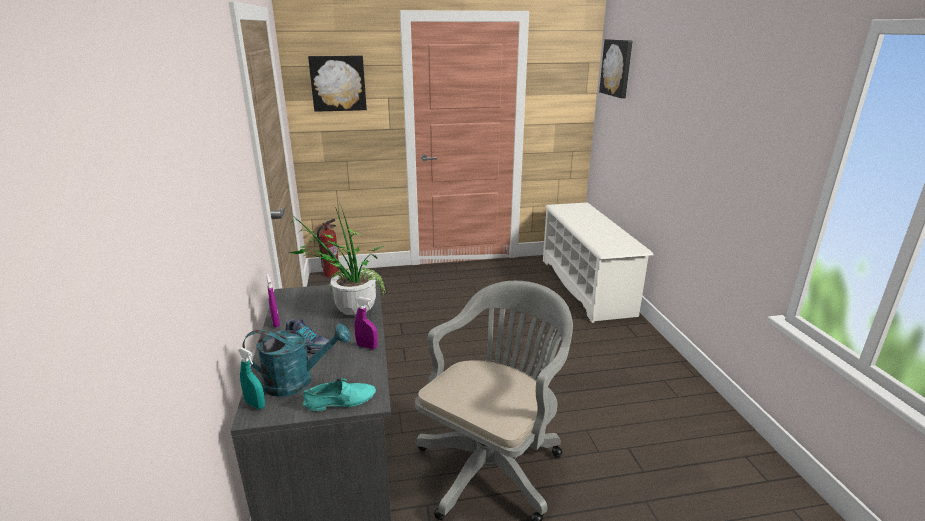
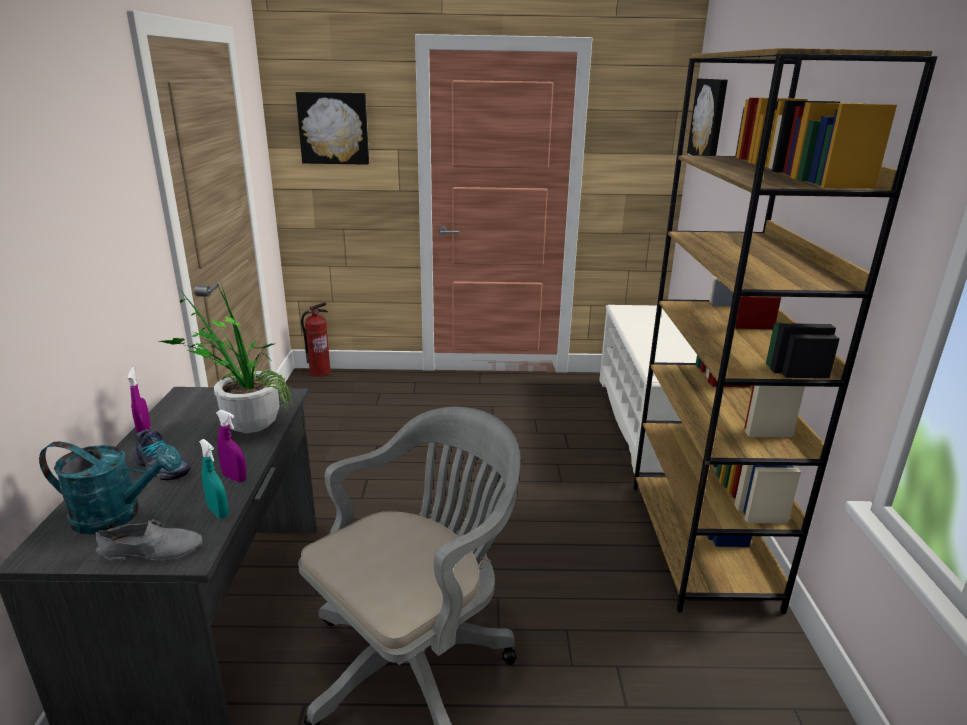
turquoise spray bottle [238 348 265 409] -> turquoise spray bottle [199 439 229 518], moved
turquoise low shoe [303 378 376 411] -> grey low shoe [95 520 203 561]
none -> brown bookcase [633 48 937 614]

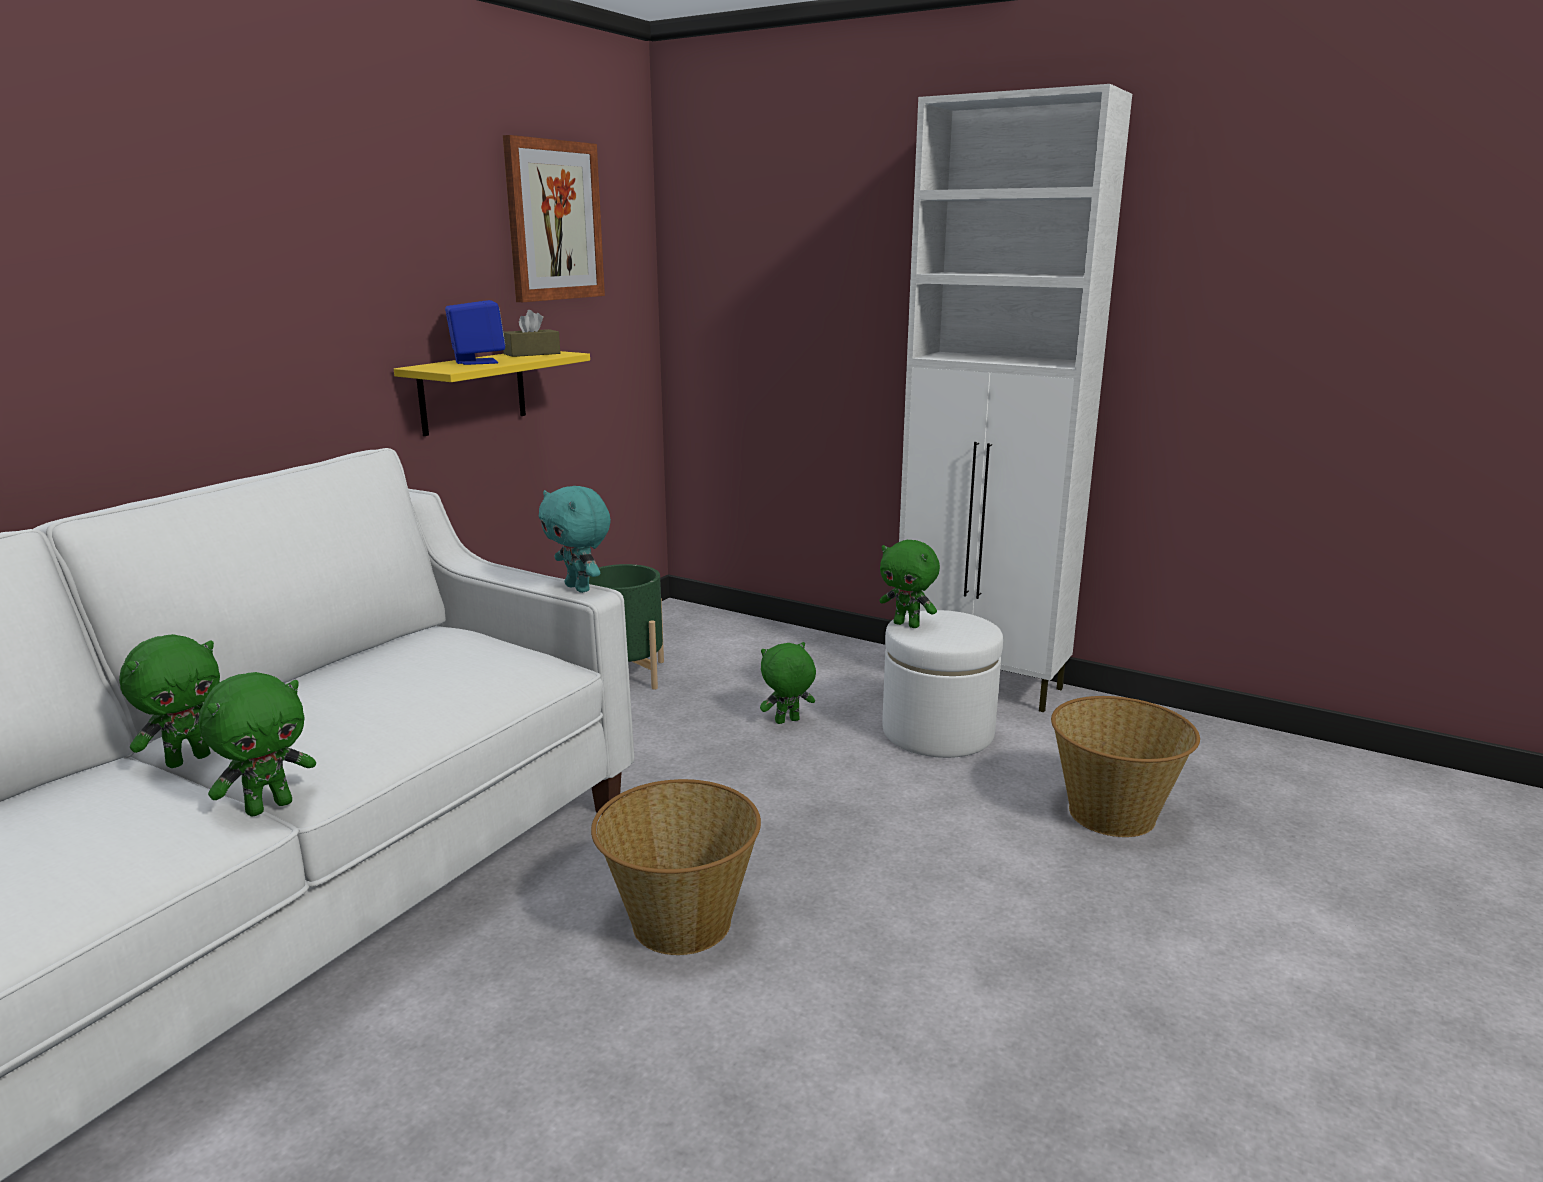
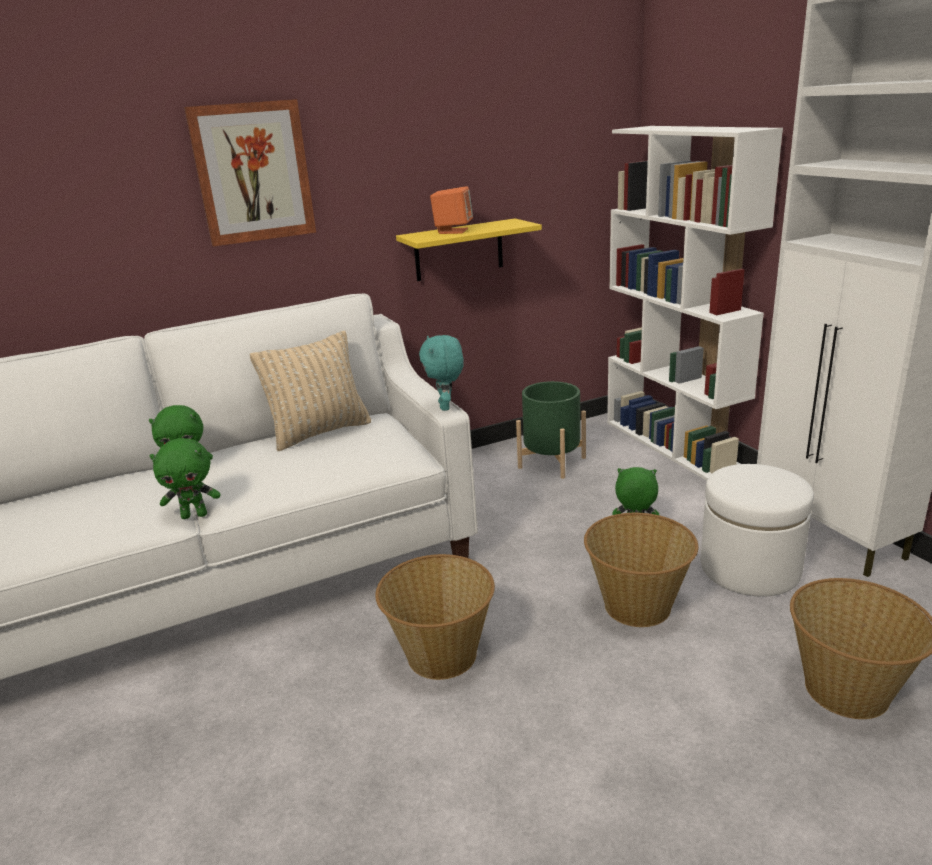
wall picture [503 135 605 302] -> wall picture [184 99 316 247], moved
blue loudspeaker [445 300 506 365] -> orange loudspeaker [430 186 473 234]
brown box of tissues [503 310 560 357] -> none
greenish soft toy [879 540 940 628] -> none
none -> white-coloured bookcase [607 126 783 481]
none -> sand-coloured throw pillow [250 331 371 451]
none -> storage basket [584 513 698 627]

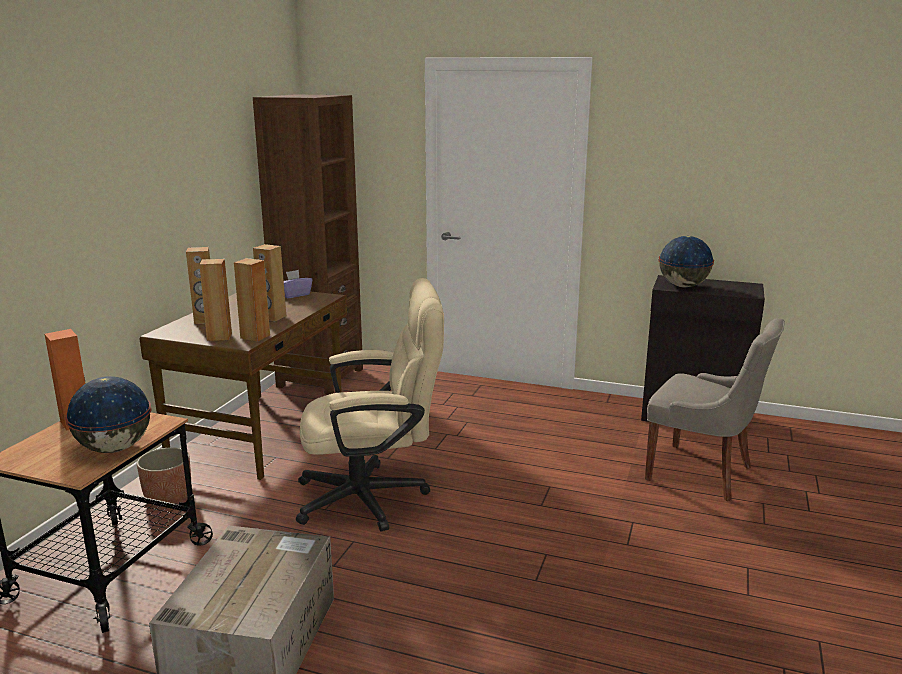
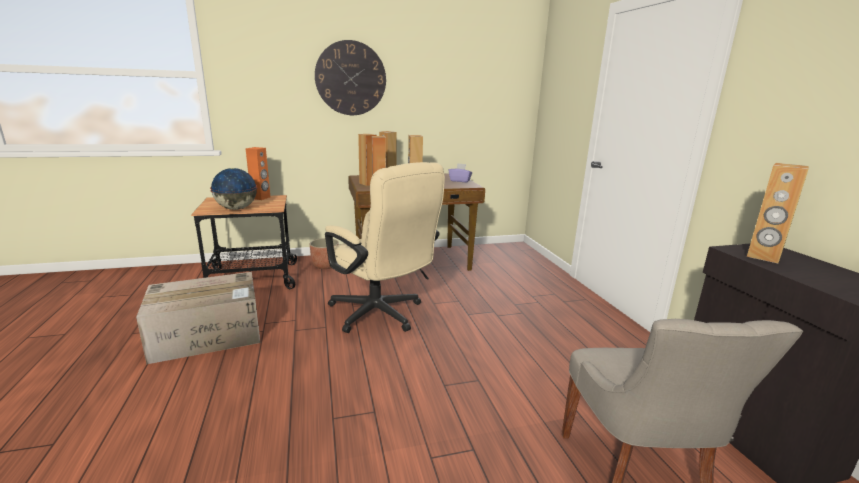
brown bookcase [253 94 363 395] -> none
world globe [658 236 714 288] -> brown loudspeaker [747 163 809 263]
none -> wall clock [315 40 386 115]

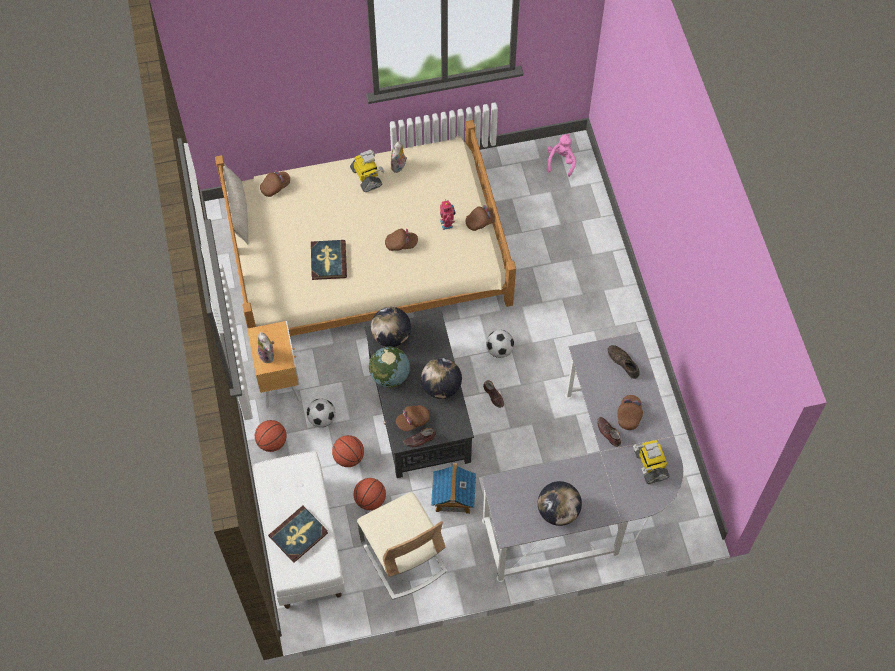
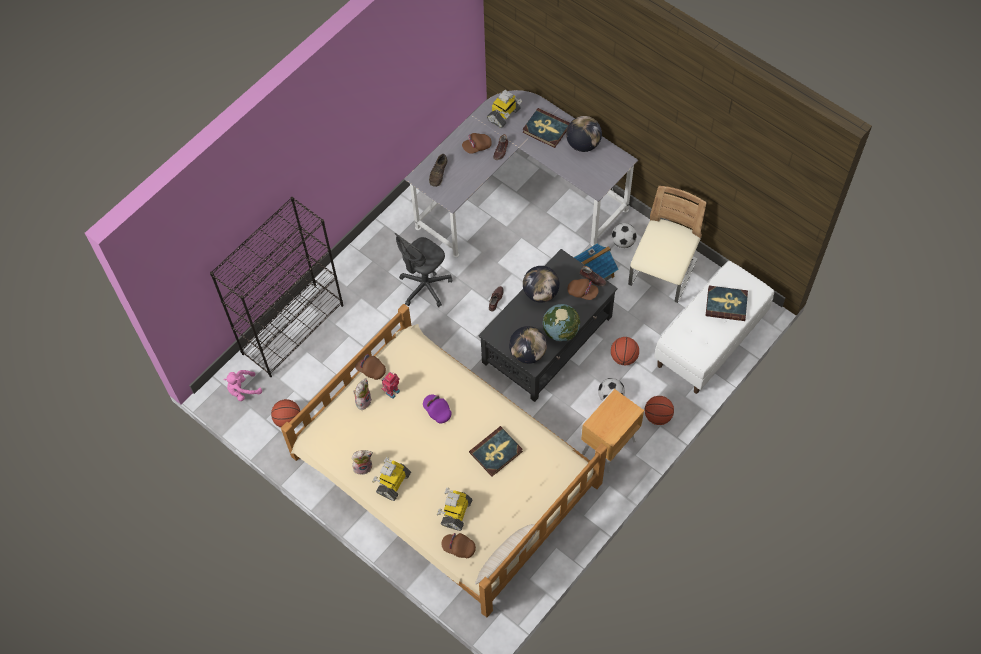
brown cap [385 229 418 251] -> purple-coloured cap [423 395 451 423]
football [486 330 514 358] -> football [612 223 637 248], moved
soft toy [257 332 274 363] -> soft toy [353 378 372 410], moved
ball for basketball [353 478 386 510] -> ball for basketball [271 399 300 428], moved
none -> bound book [522 108 570 148]
none -> blackish bookcase [210 197 343 377]
none -> grey computer chair [395 233 452 307]
none -> toy robot [437 488 473 531]

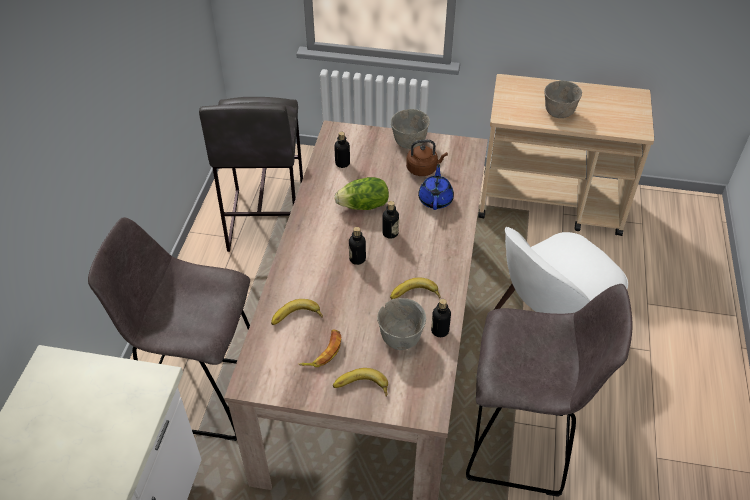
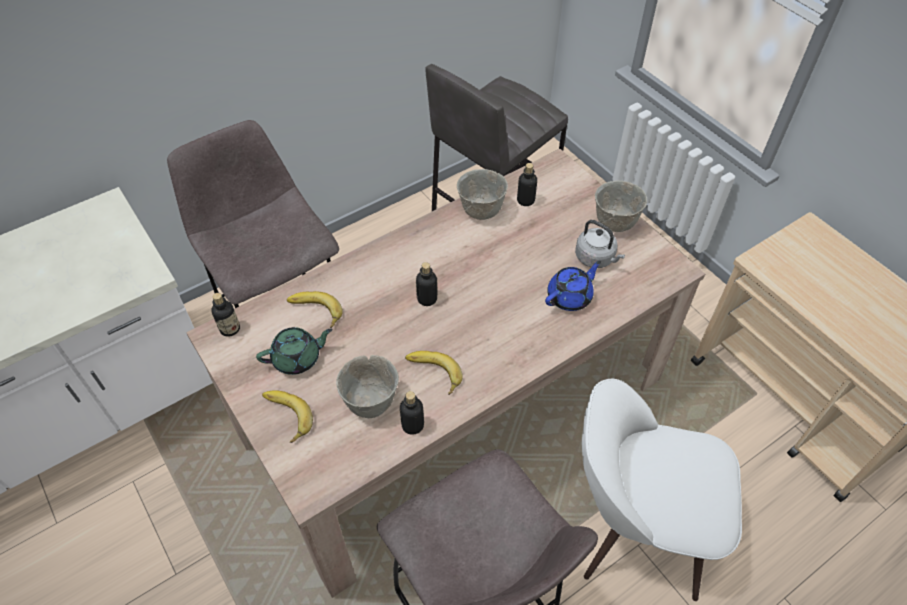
grey bowl [544 80 582 118] -> grey bowl [457 169 508 220], moved
brown tea kettle [406 140 448 176] -> grey tea kettle [575 220 625 268]
head of lettuce [335 177 389 210] -> none
drink bottle [382 201 399 239] -> drink bottle [211 293 240 337], moved
banana fruit [298 329 341 367] -> greenish tea pot [256 327 333 375]

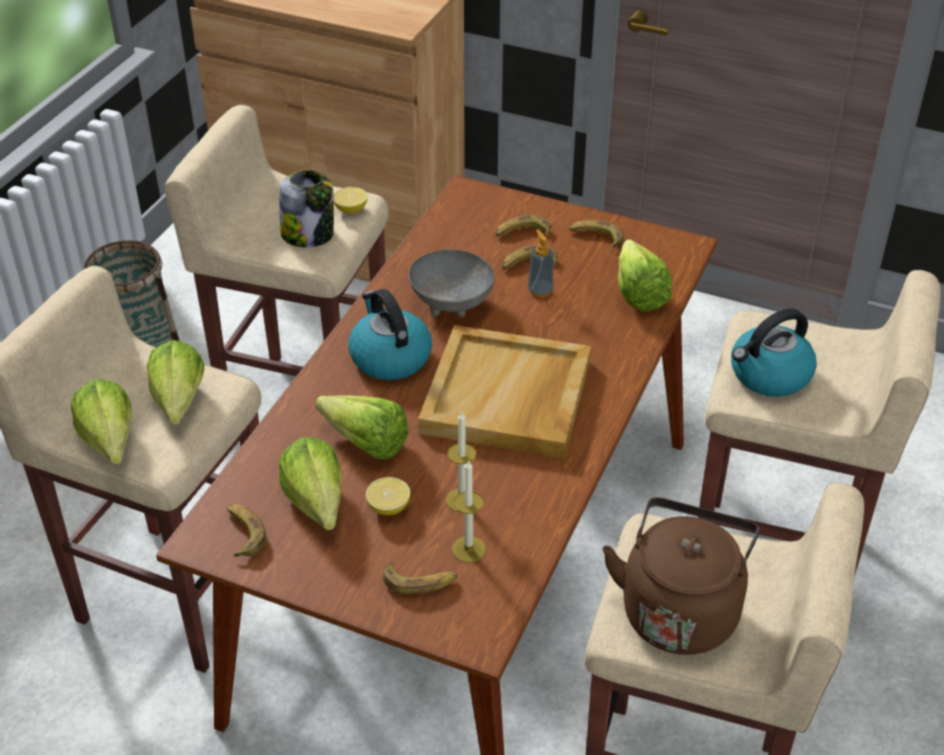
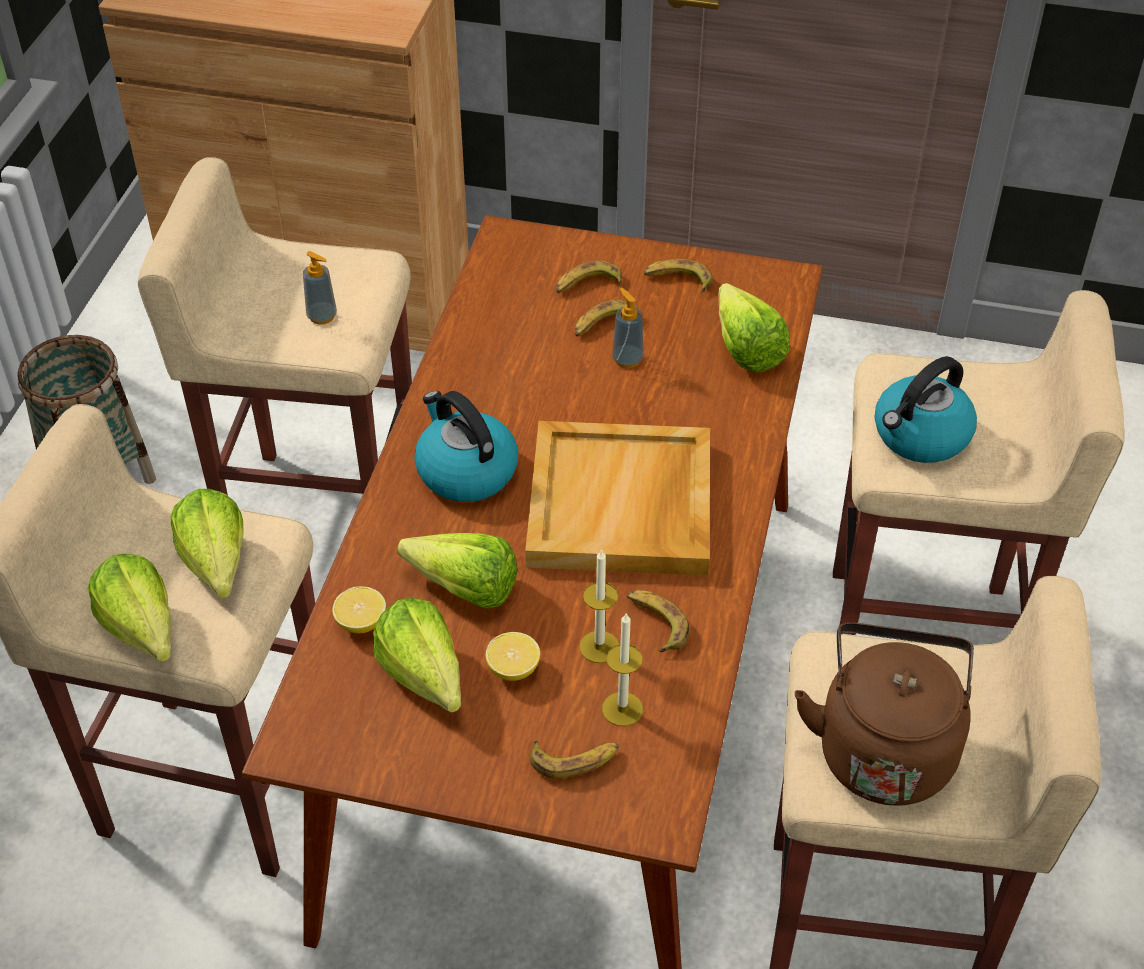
jar [279 170 334 248] -> liquid soap bottle [303 251 337 325]
whole lemon [334 187 368 214] -> whole lemon [332 586 386 633], moved
grey bowl [408 249 495 317] -> none
banana fruit [226 504 266 557] -> banana fruit [627 590 690 652], moved

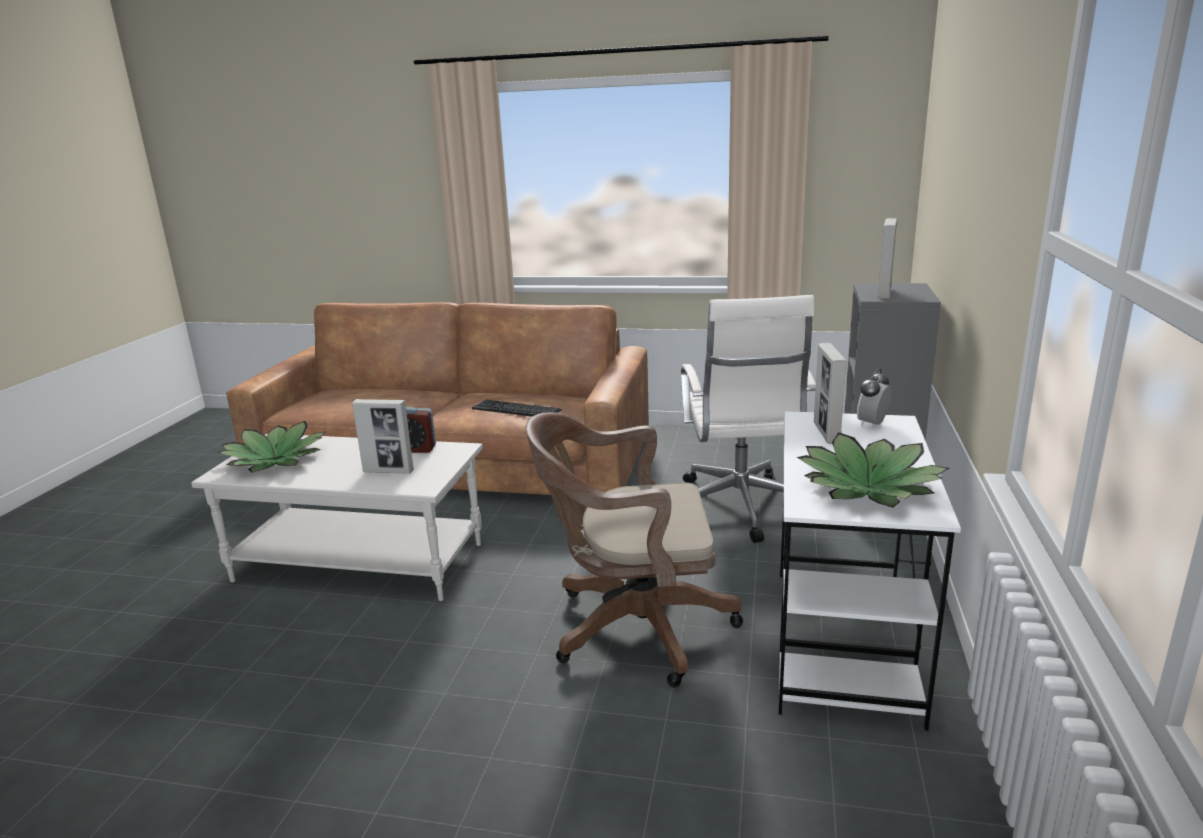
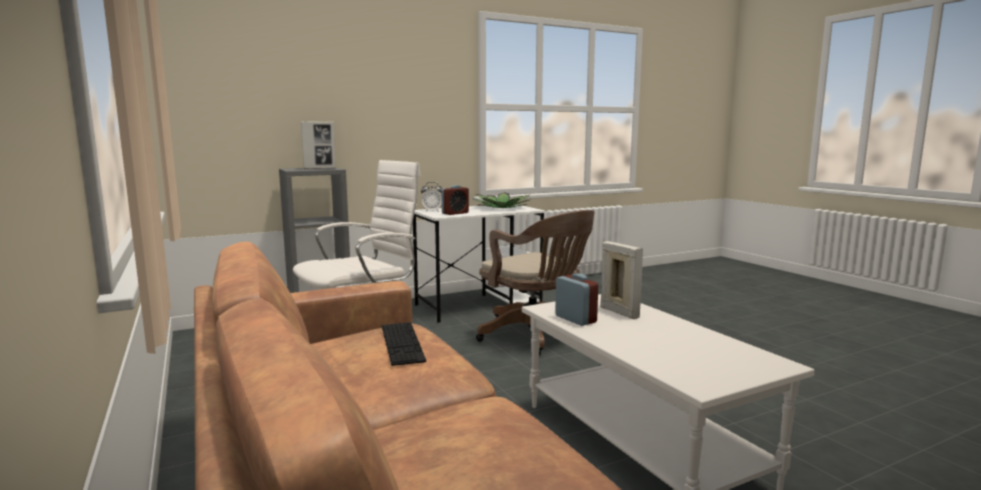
picture frame [814 343 847 444] -> bedside clock [441 185 469 215]
houseplant [217 421 327 473] -> none

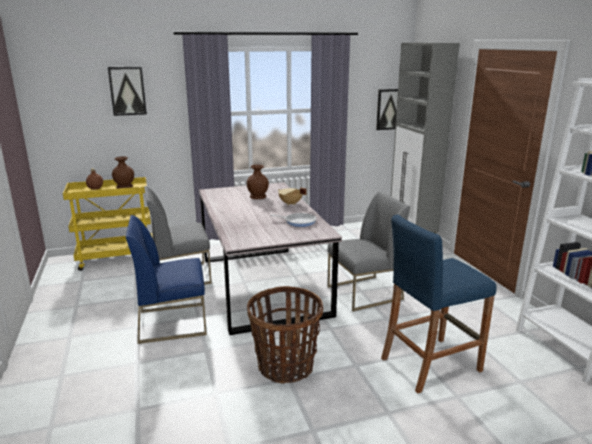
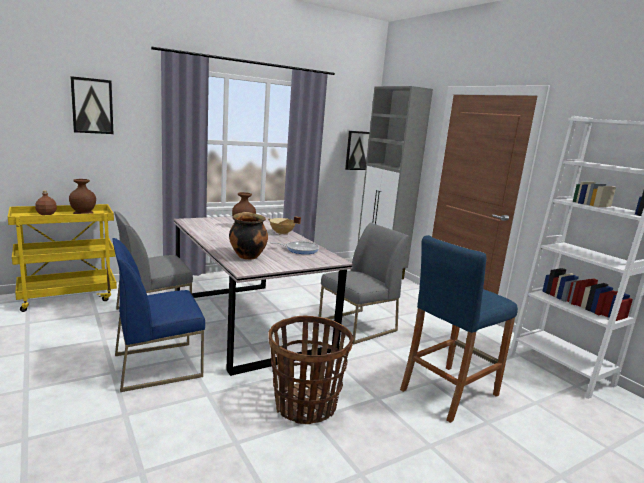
none -> stockpot [229 212 268 260]

